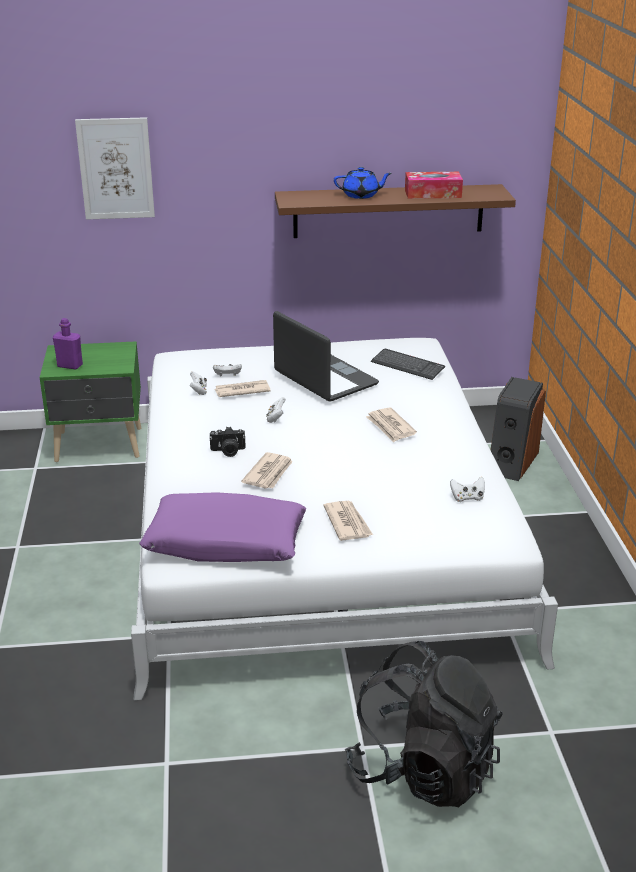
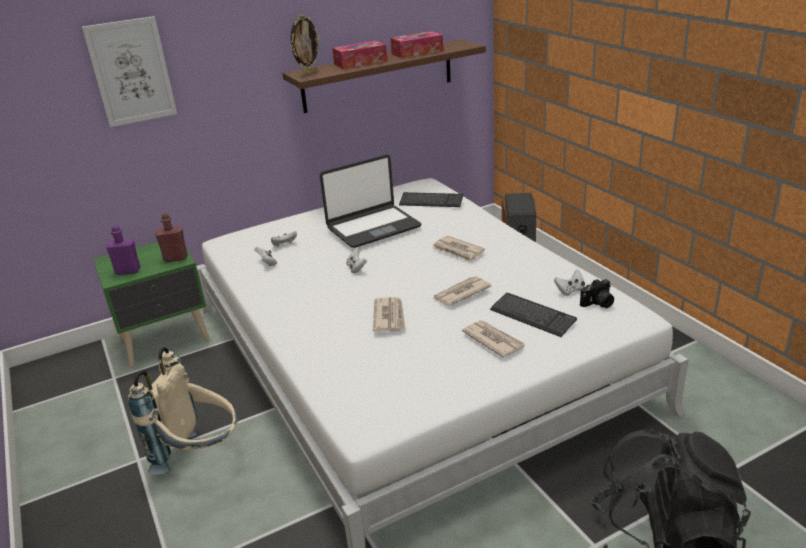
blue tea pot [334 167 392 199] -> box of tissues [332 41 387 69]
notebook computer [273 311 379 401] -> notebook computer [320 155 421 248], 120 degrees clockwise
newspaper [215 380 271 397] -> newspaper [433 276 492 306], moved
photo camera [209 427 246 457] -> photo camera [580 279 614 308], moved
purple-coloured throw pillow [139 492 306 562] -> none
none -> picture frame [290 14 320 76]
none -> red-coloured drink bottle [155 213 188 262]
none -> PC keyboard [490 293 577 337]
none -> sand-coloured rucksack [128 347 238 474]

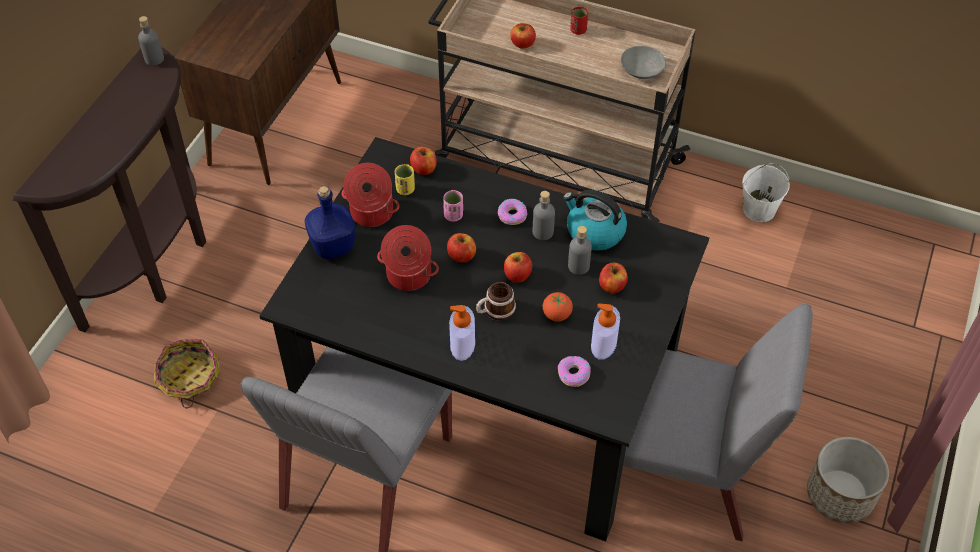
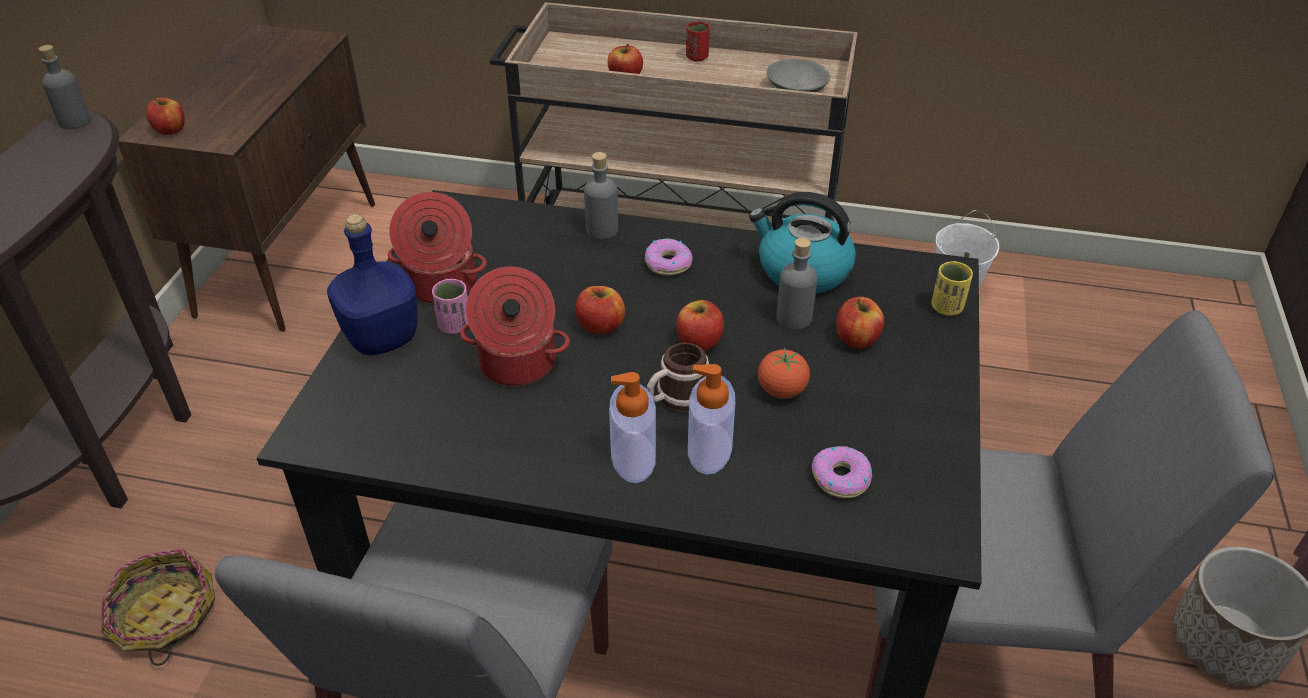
whole apple [410 147 437 175] -> whole apple [146 98 185 135], moved
yellowish small cup [395 164 415 195] -> yellowish small cup [931 261 973 316], moved
pink-coloured small cup [443 190 463 222] -> pink-coloured small cup [432 279 468 334], moved
grey drink bottle [533 191 555 240] -> grey drink bottle [584 152 618 239], moved
liquid soap bottle [591 303 620 360] -> liquid soap bottle [688 364 735 475], moved

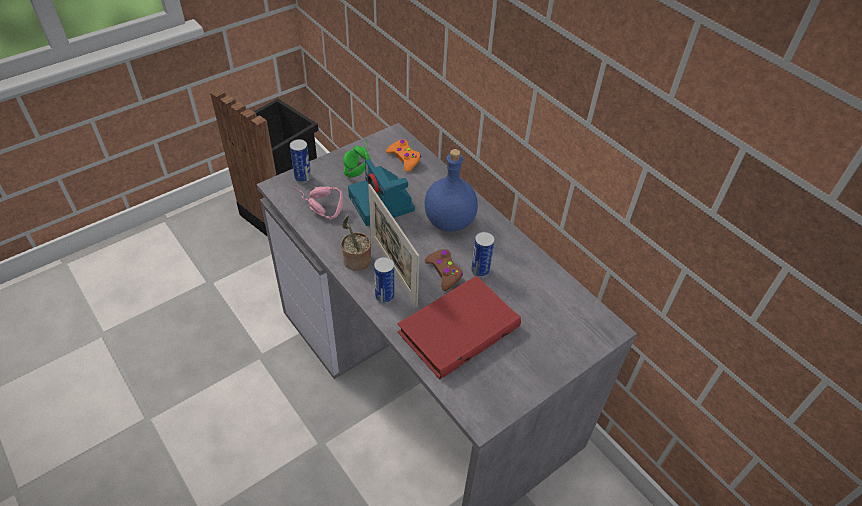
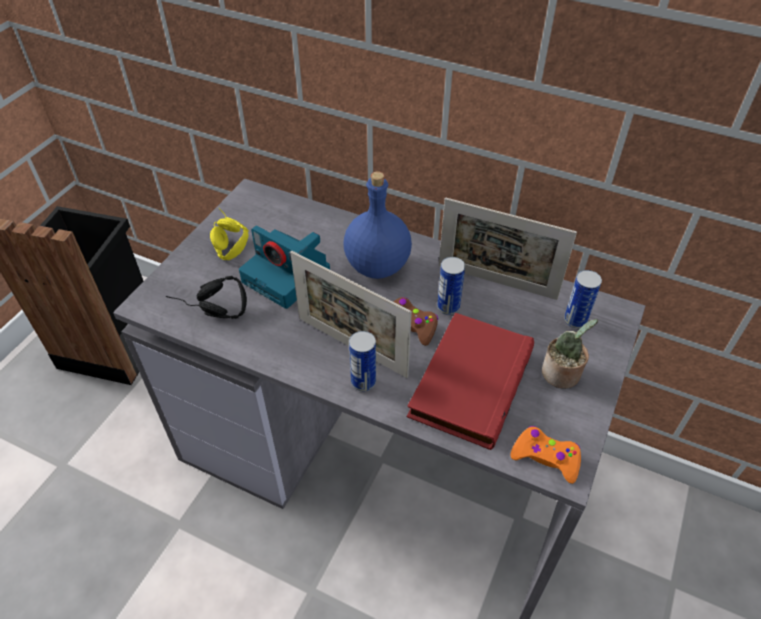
greenish headset [343 137 371 178] -> yellowish headset [210 207 249 260]
metal can [290 139 311 183] -> metal can [564 270 602 329], moved
orange joypad [386 139 421 172] -> orange joypad [510 426 581 484], moved
pink-coloured headset [293 186 343 220] -> blackish headset [166 276 247 319]
houseplant [341 215 371 271] -> houseplant [542 319 598 389], moved
none -> picture frame [439 198 577 300]

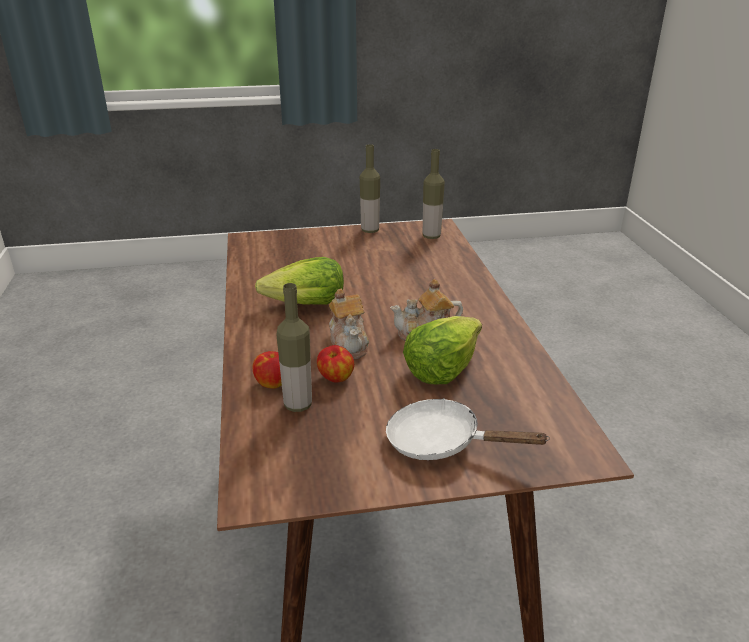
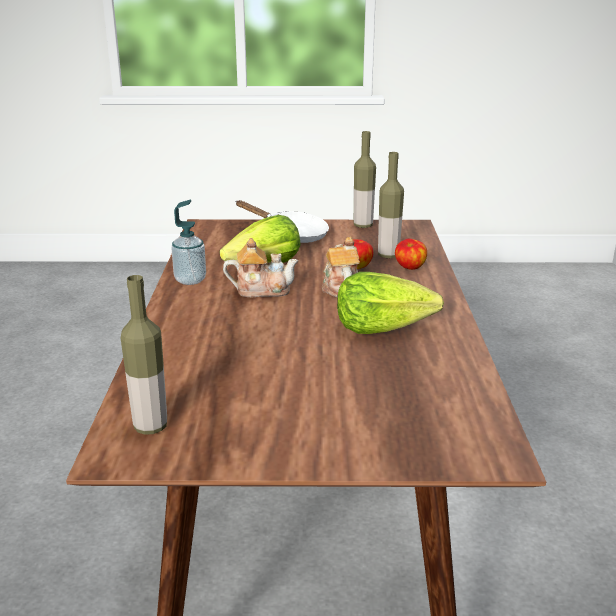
drink bottle [360 144 380 233] -> drink bottle [354 131 376 228], moved
none -> liquid soap bottle [172 200 206 285]

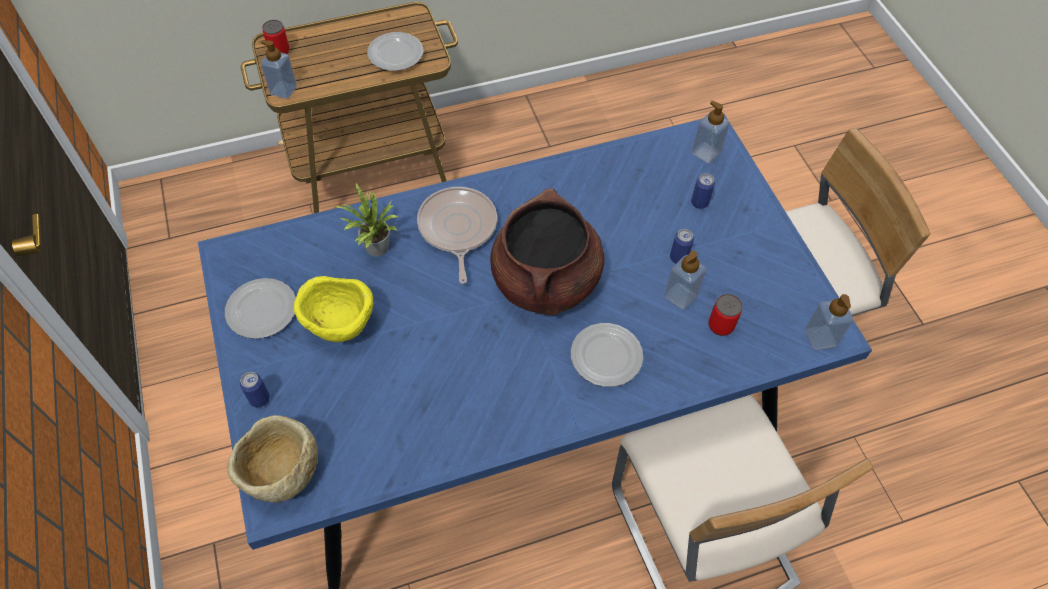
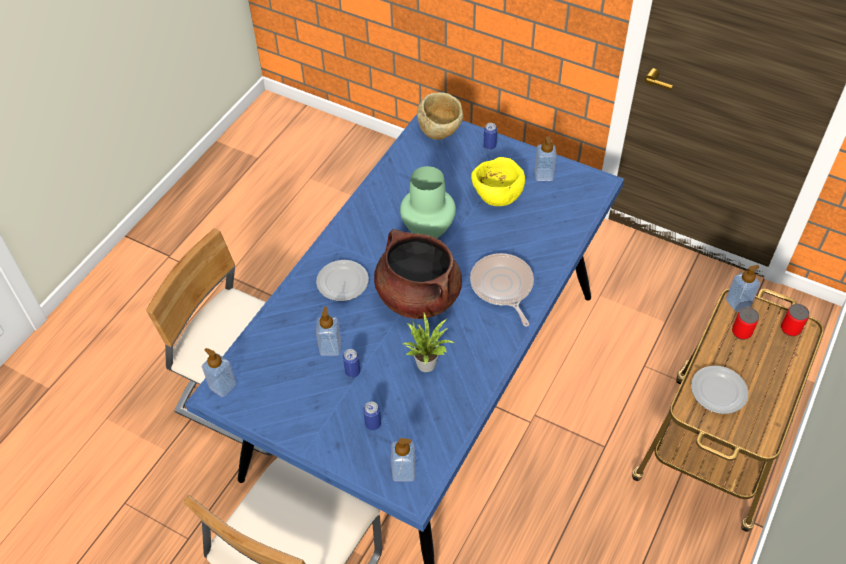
houseplant [334 182 398 257] -> houseplant [403 313 455 372], moved
frying pan [417 187 497 284] -> frying pan [470 253 534 327], 150 degrees counterclockwise
dinner plate [225 278 296 339] -> liquid soap bottle [535 136 557 181]
metal can [708 294 743 336] -> metal can [732 307 759 340], moved
none -> greenish decorative vase [400 166 456 239]

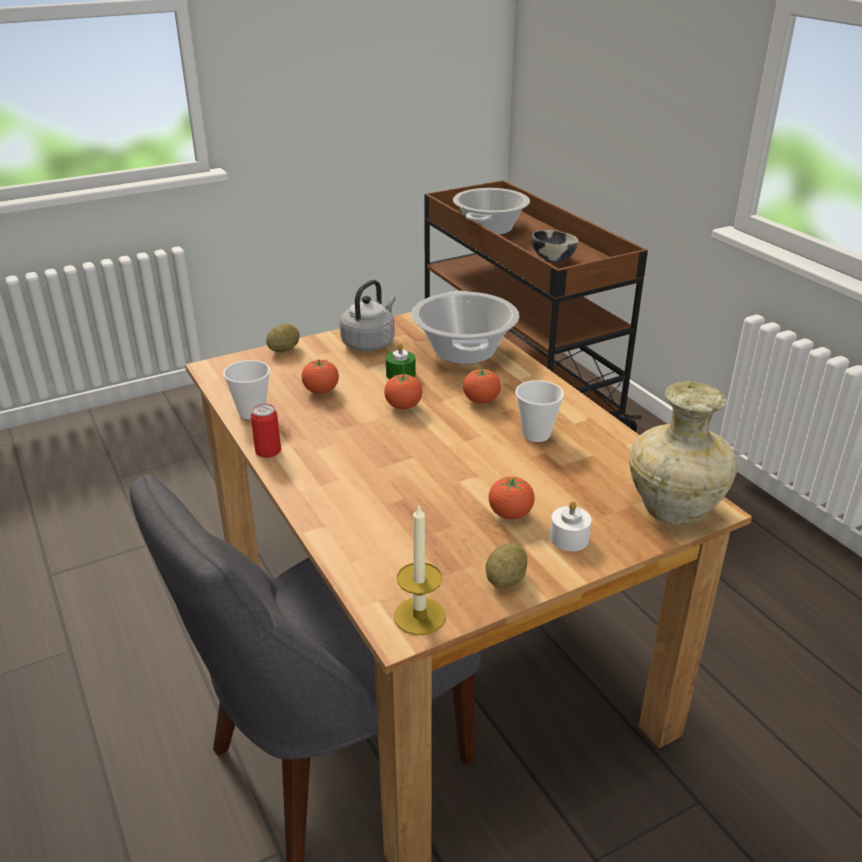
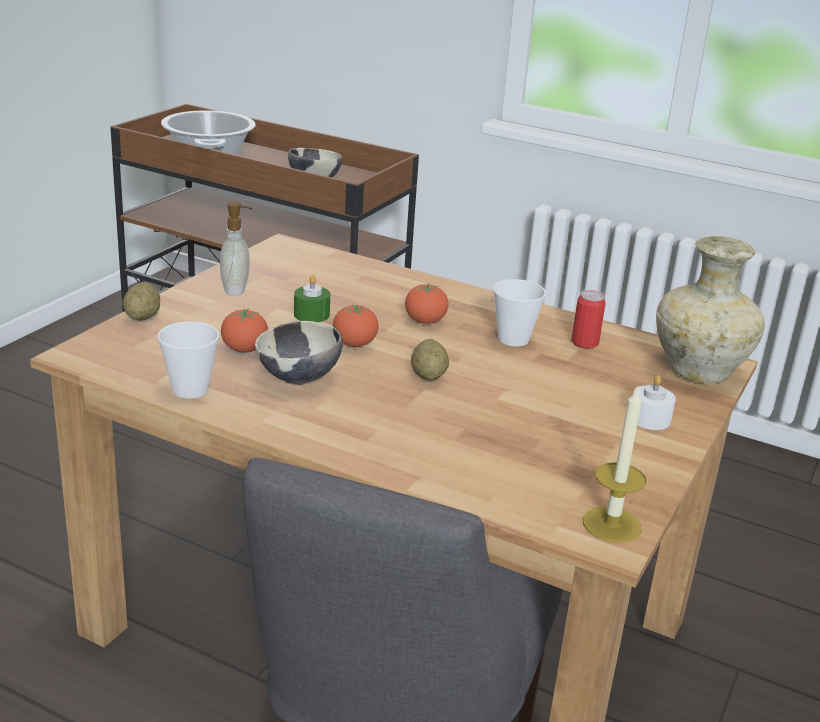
grey tea kettle [340 280 396 351] -> liquid soap bottle [220 202 252 296]
stockpot [411 291 519 364] -> none
metal can [250 404 281 458] -> metal can [571 290 606 349], moved
fresh tomato [489 476 535 520] -> none
spud [485 543 527 588] -> spud [411 339 449 380], moved
none -> bowl [255 321 343 385]

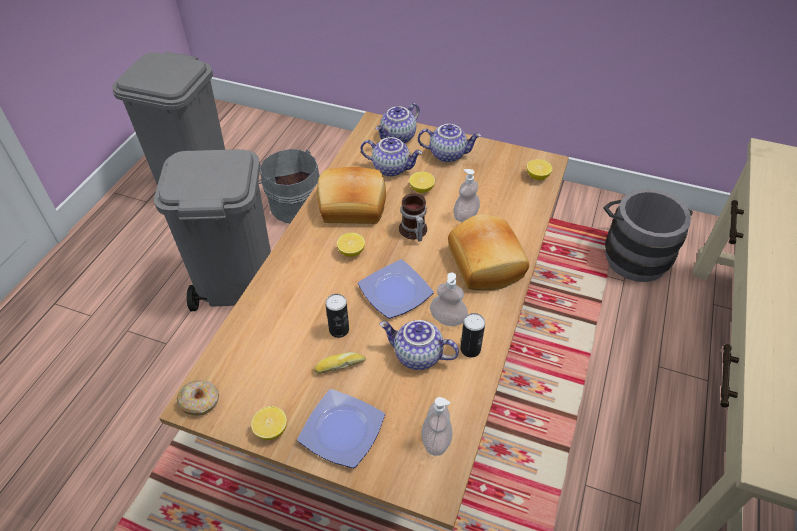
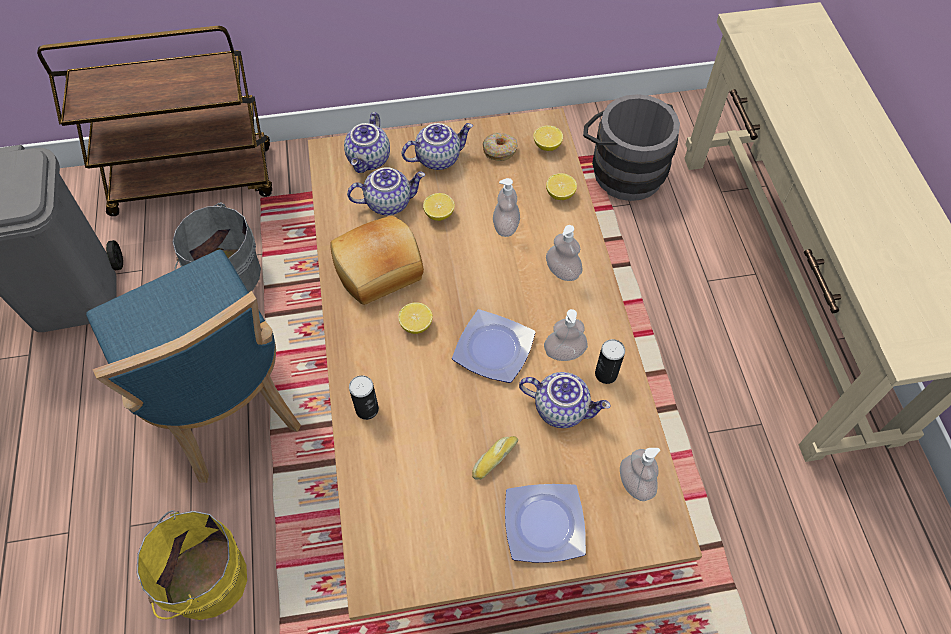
grey trash can [154 149 271 311] -> blue plain chair [86 250 301 483]
coffee mug [399 193 427 242] -> none
bakery bread [448 214 529 291] -> liquid soap bottle [546 225 583 281]
metal can [325 294 349 338] -> metal can [349 375 379 420], moved
tea pot [380 320 459 370] -> tea pot [519 372 611 428], 150 degrees counterclockwise
doughnut [177 380 219 416] -> doughnut [482 133 517 161], moved
whole lemon [251 406 287 440] -> whole lemon [546 173 577 200], moved
none -> brown trolley [37 26 272 216]
none -> yellowish pail [137 510 247 620]

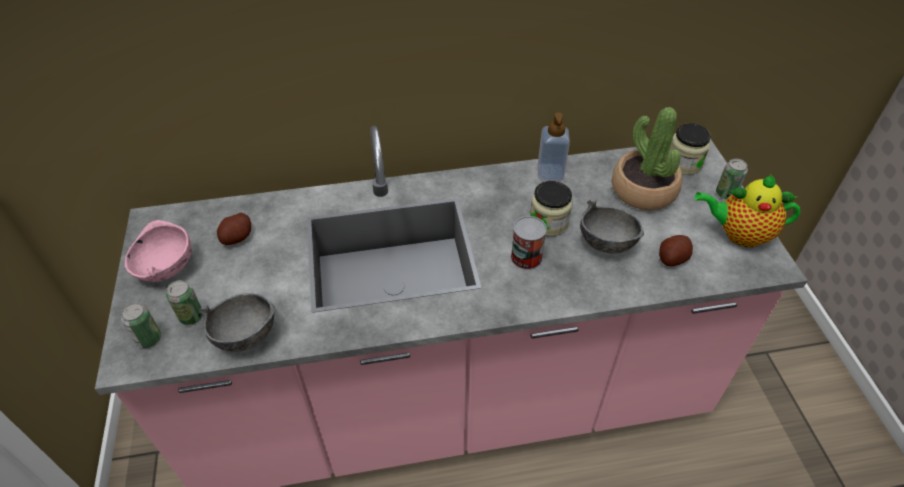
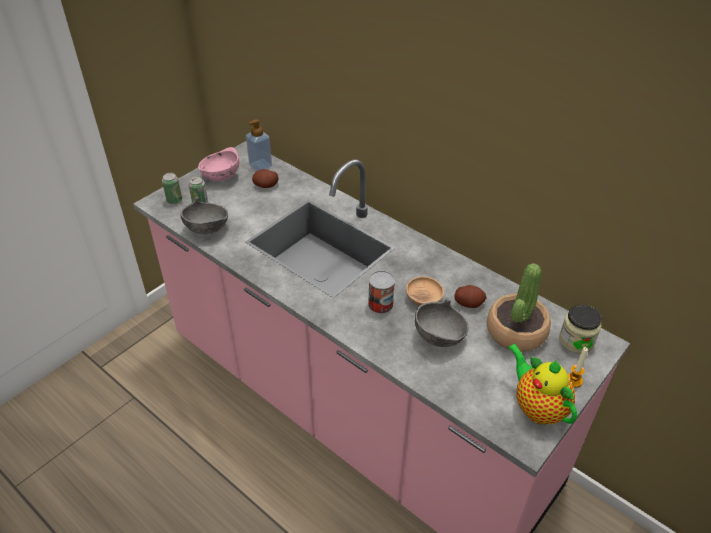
liquid soap bottle [538 112 570 181] -> liquid soap bottle [246 119 272 171], moved
metal can [716 158 748 199] -> wax candle [567 347 588 387]
jar [530 181 573 236] -> brown bowl [406 276 444 306]
spud [659 235 693 266] -> spud [454 285 487 308], moved

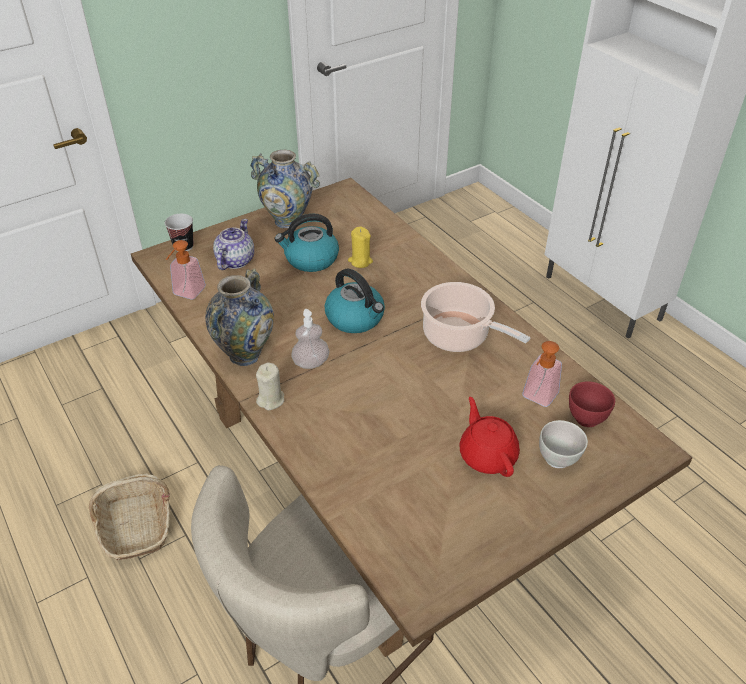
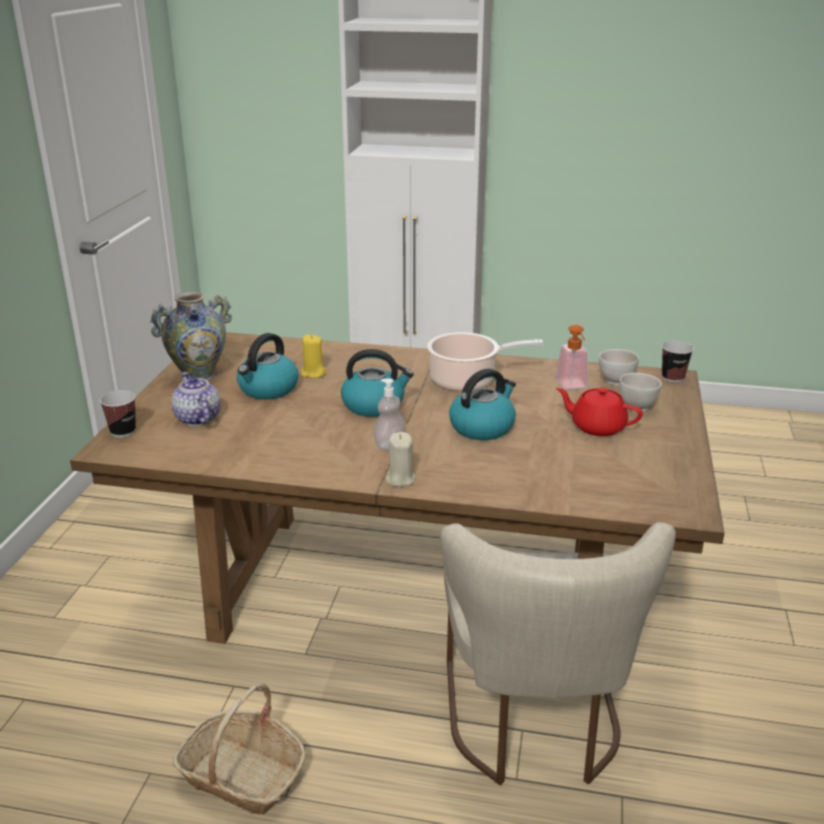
liquid soap bottle [166 240 206 300] -> none
decorative vase [205 268 274 366] -> none
red-coloured bowl [569 382 615 427] -> white-coloured bowl [599 349 639 386]
none -> small cup [662 341 694 383]
none -> tea kettle [449 369 516 440]

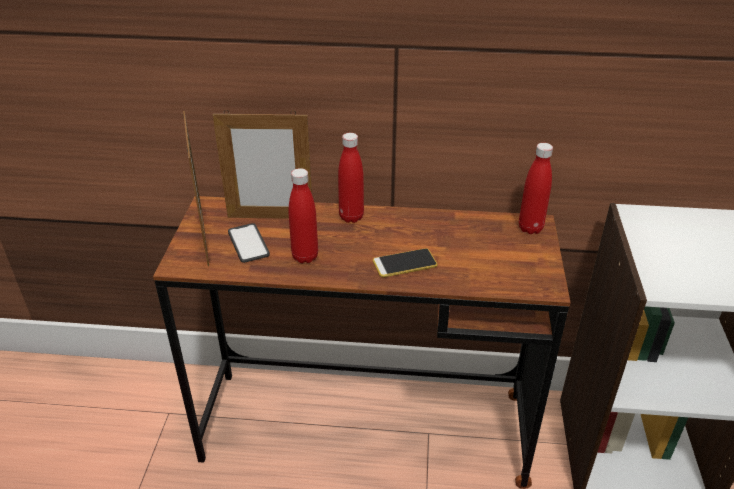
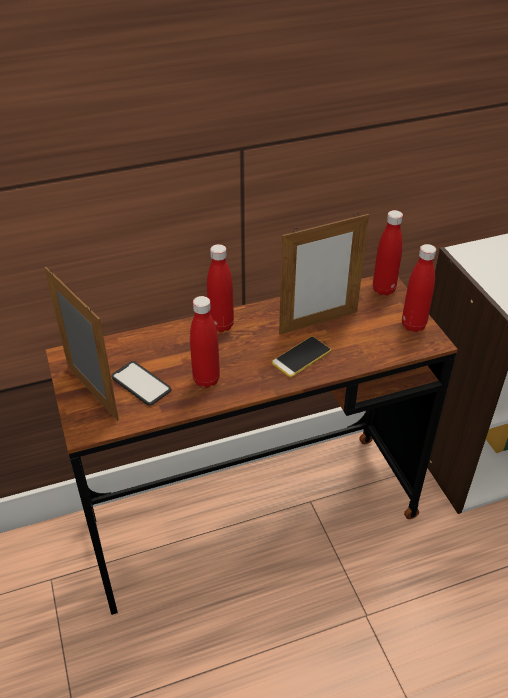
picture frame [213 110 312 219] -> picture frame [279 213 369 335], moved
none -> red-coloured drink bottle [402 244 436 332]

